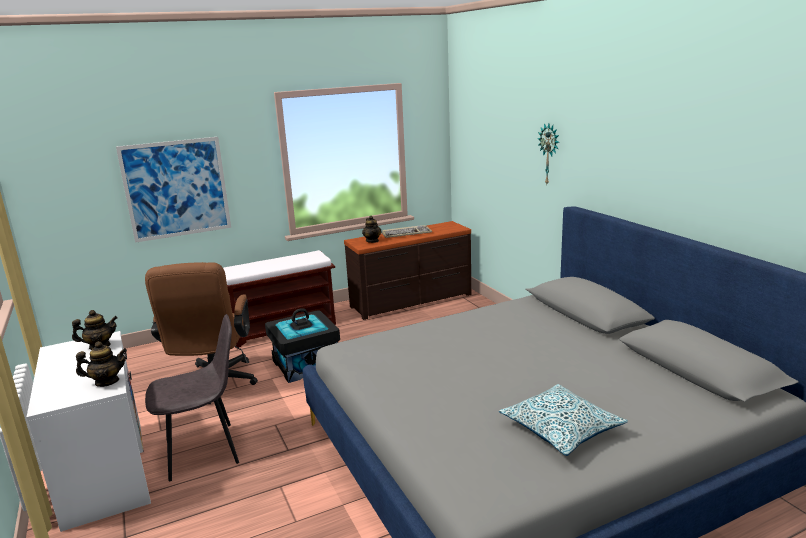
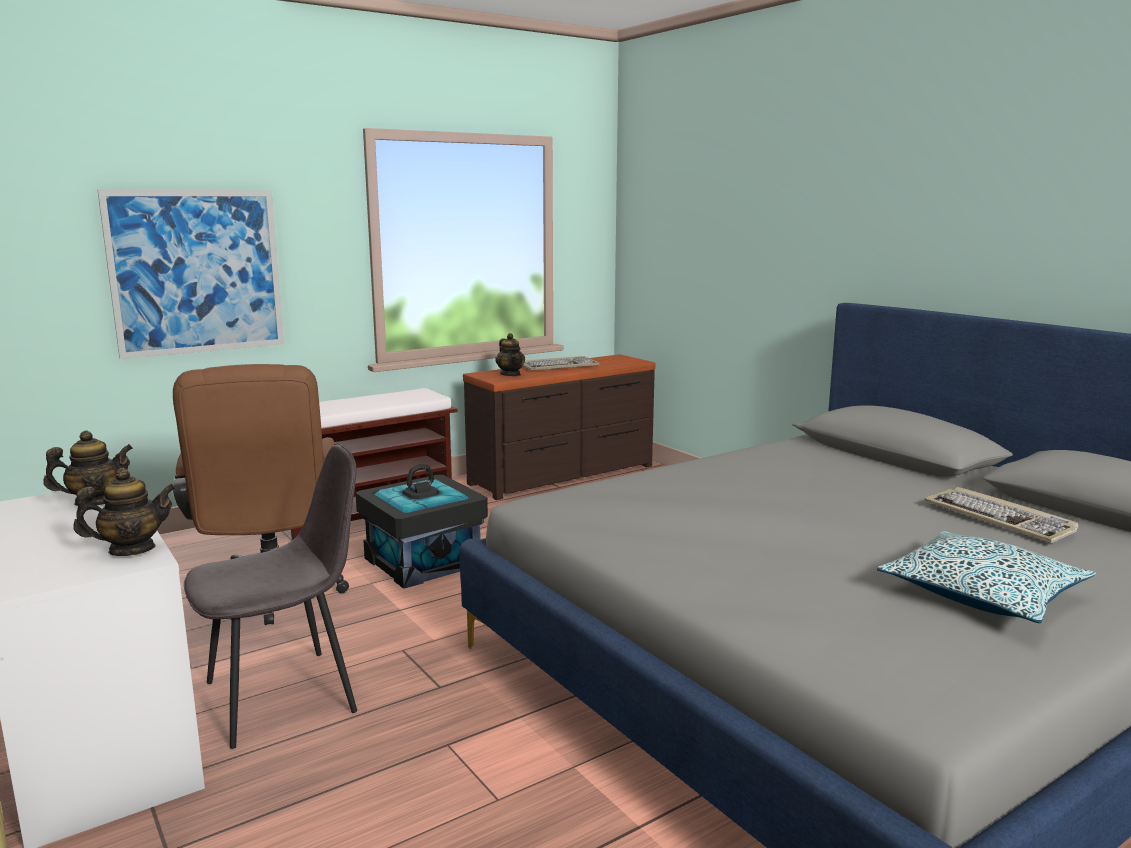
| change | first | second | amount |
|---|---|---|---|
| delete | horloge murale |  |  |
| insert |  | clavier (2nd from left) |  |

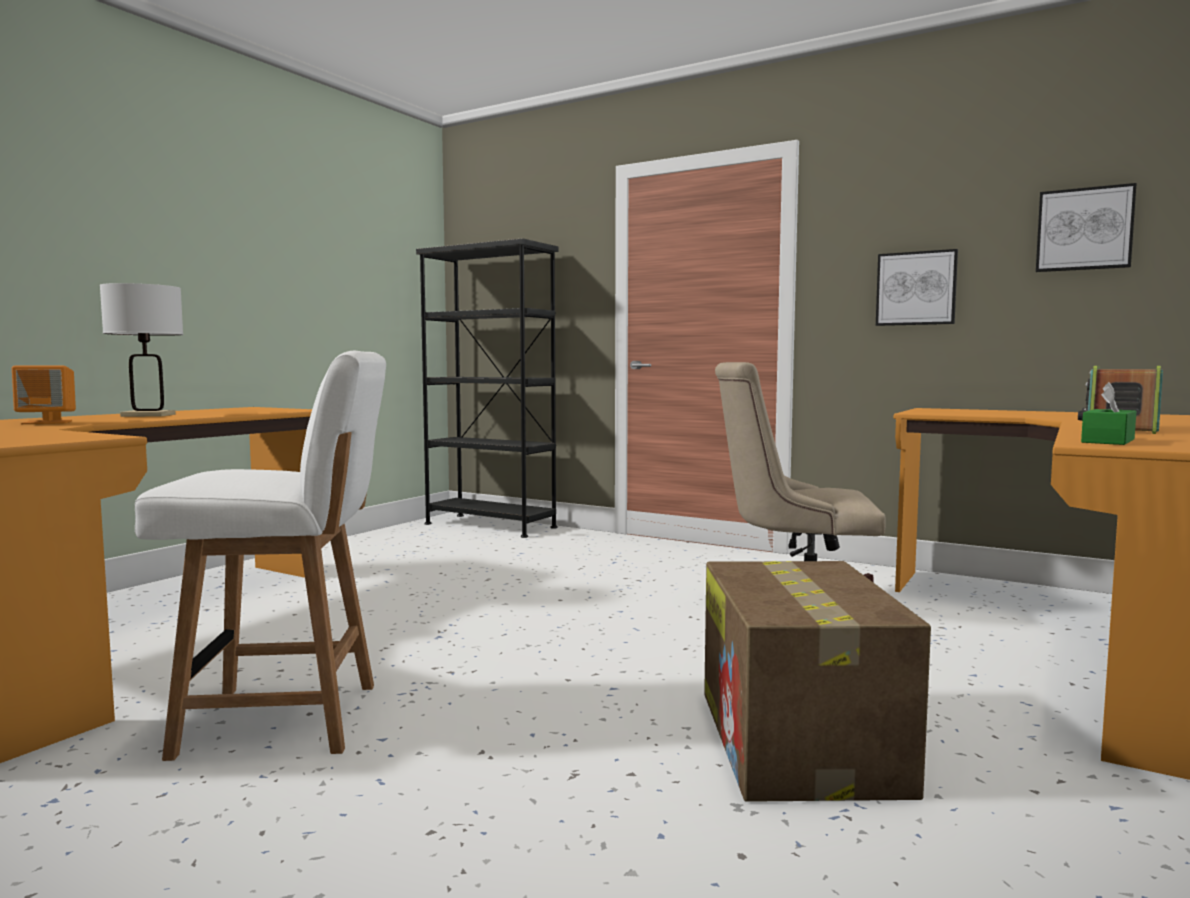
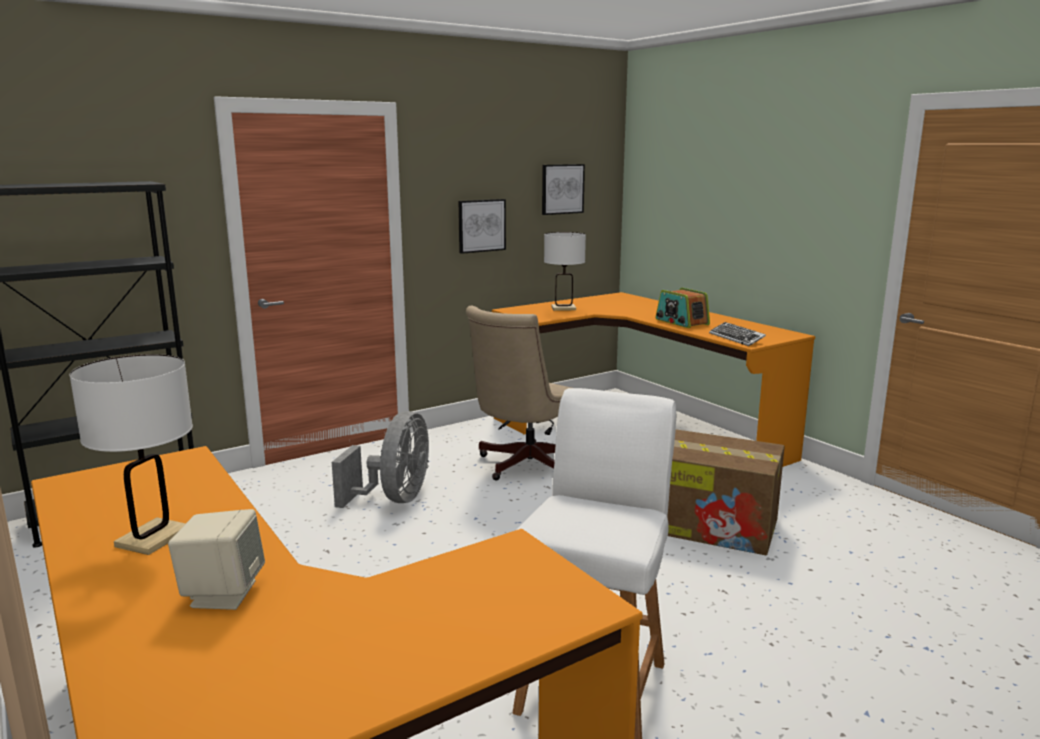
| change | first | second | amount |
|---|---|---|---|
| insert |  | ventilateur [gris] |  |
| insert |  | lampe de table [blanc] (2nd from left) |  |
| replace | boîte à mouchoirs [vert] | clavier |  |
| recolor | enceinte [orange] | enceinte [beige] |  |

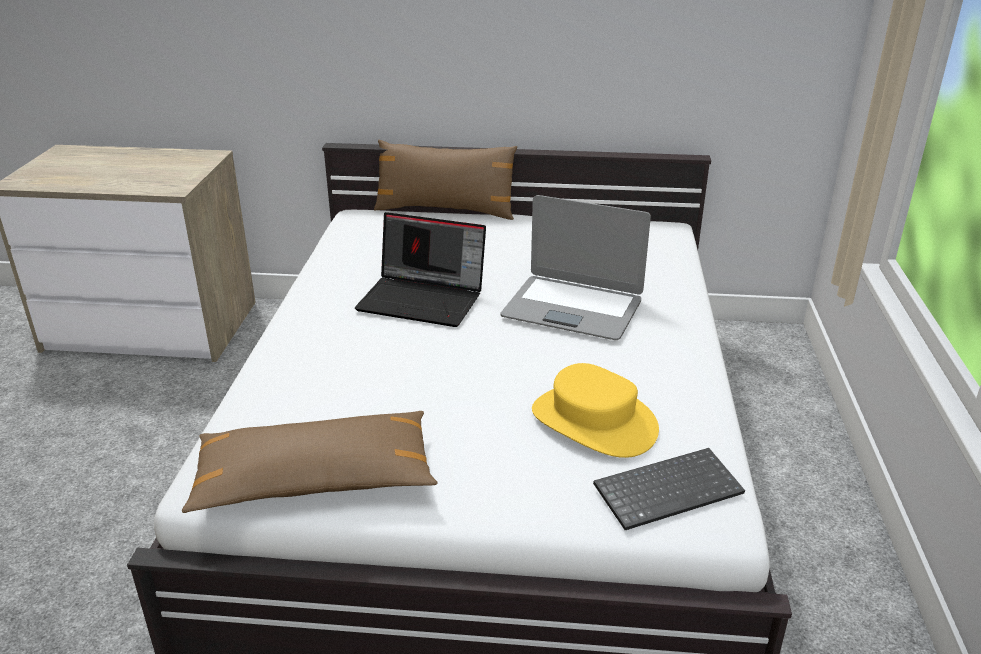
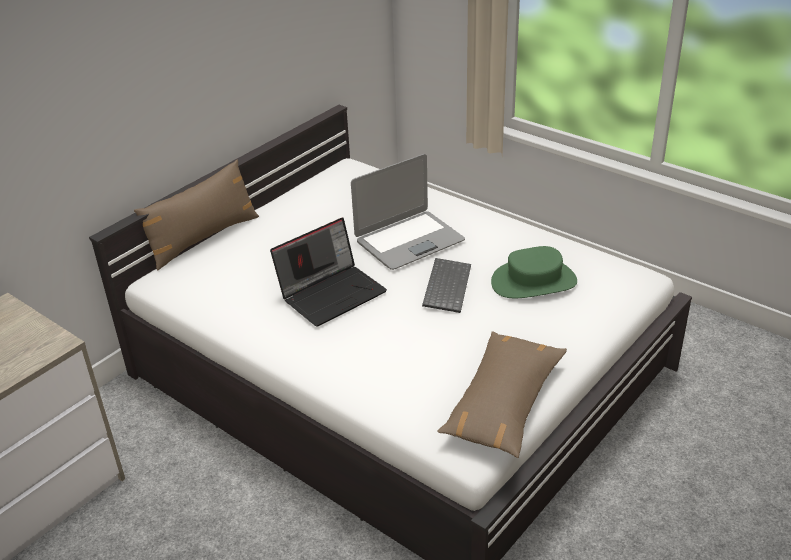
| change | first | second | amount |
|---|---|---|---|
| move | clavier |  |  |
| recolor | chapeau [jaune] | chapeau [vert] |  |

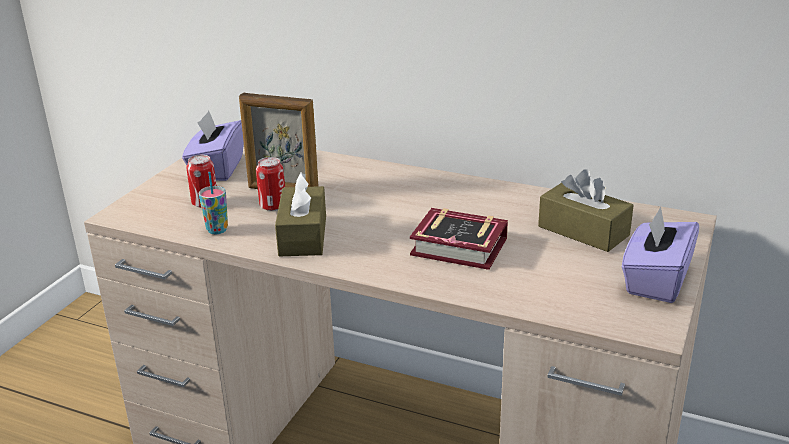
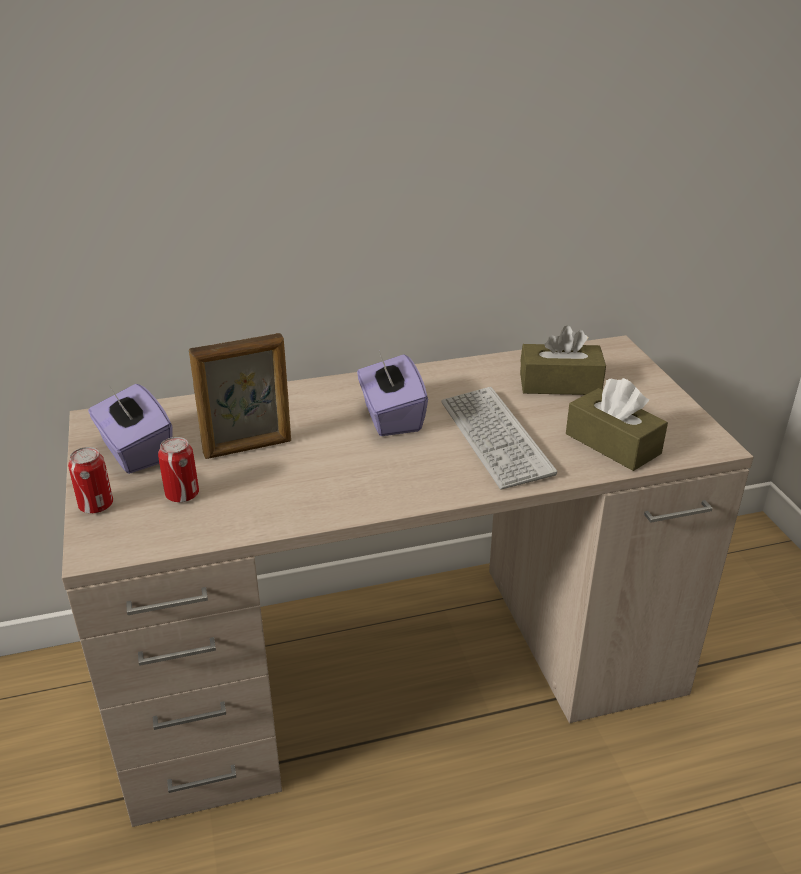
| change | first | second | amount |
|---|---|---|---|
| delete | tasse |  |  |
| move | boîte métallique (2nd from left in the first image) | boîte métallique (1st from left) |  |
| move | boîte à mouchoirs [marron] (1st from left in the first image) | boîte à mouchoirs [marron] (2nd from left) |  |
| move | boîte à mouchoirs [violet] (2nd from left) |  |  |
| replace | livre | clavier |  |

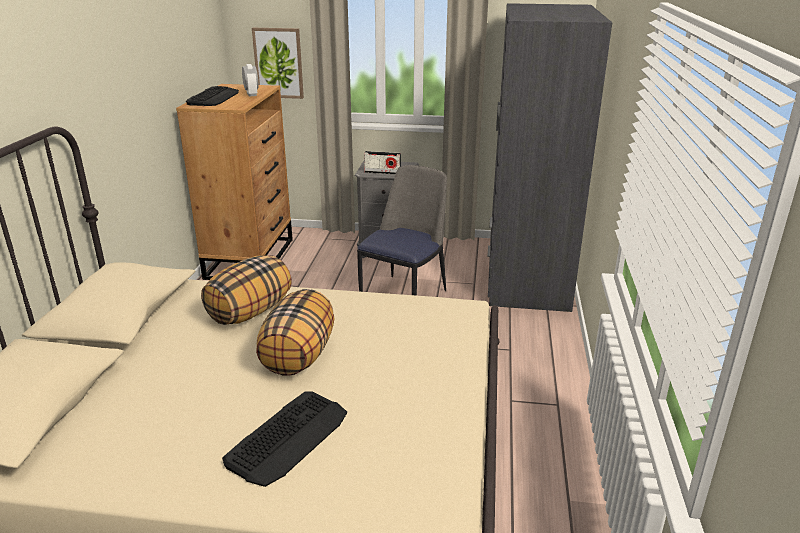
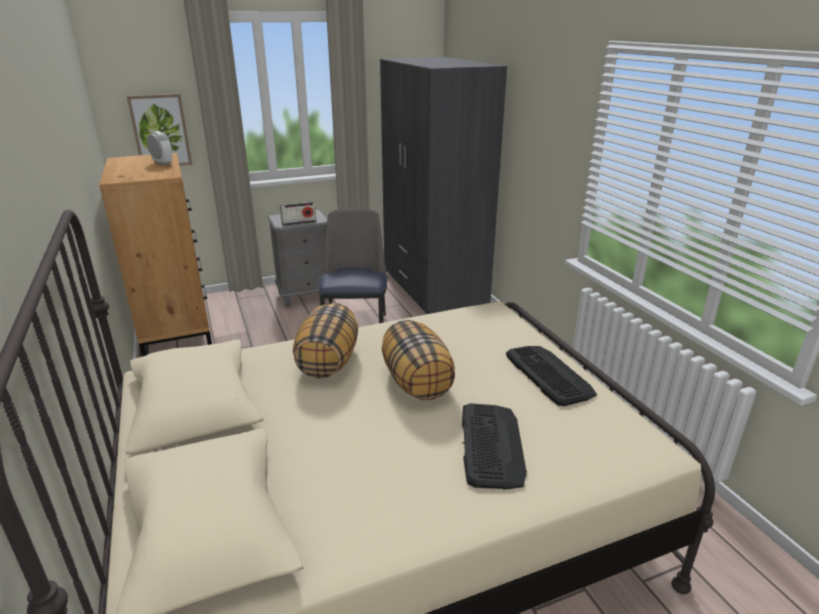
| change | first | second | amount |
|---|---|---|---|
| move | clavier (1st from left in the first image) | clavier (2nd from left) |  |

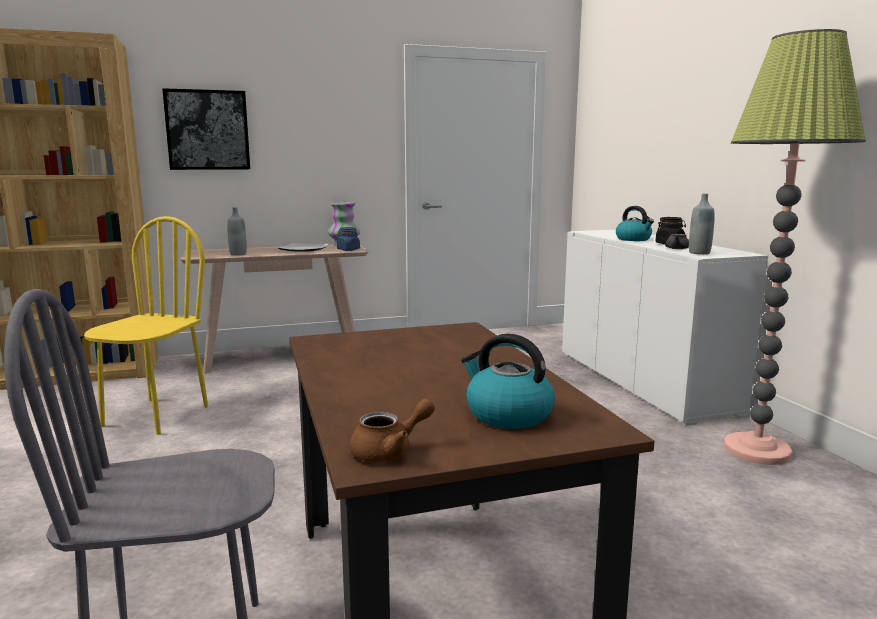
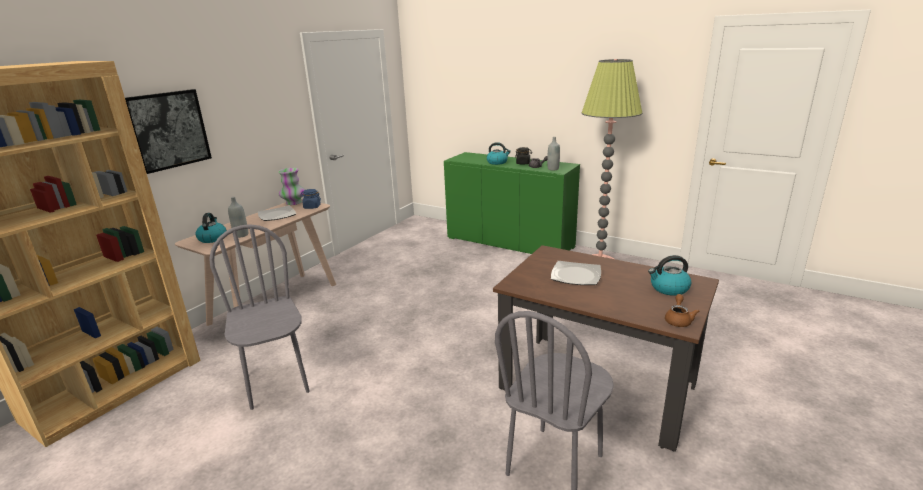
| change | first | second | amount |
|---|---|---|---|
| insert |  | bouilloire (1st from left) |  |
| insert |  | assiette (2nd from left) |  |
| recolor | chaise [jaune] | chaise [gris] (1st from left) |  |
| recolor | meuble de rangement [blanc] | meuble de rangement [vert] |  |

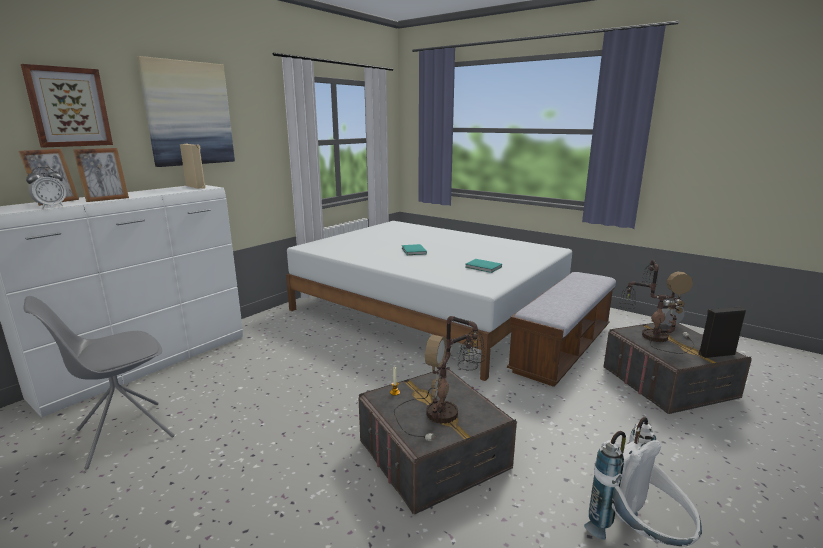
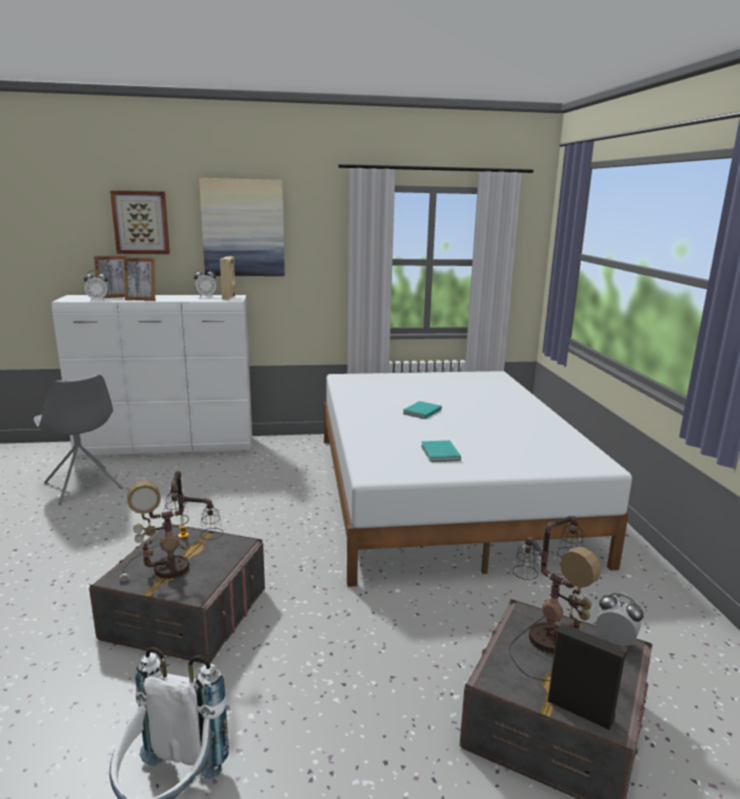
| change | first | second | amount |
|---|---|---|---|
| delete | banc |  |  |
| insert |  | réveil (2nd from left) |  |
| rotate | chaise [gris] |  | 135 degrees counterclockwise |

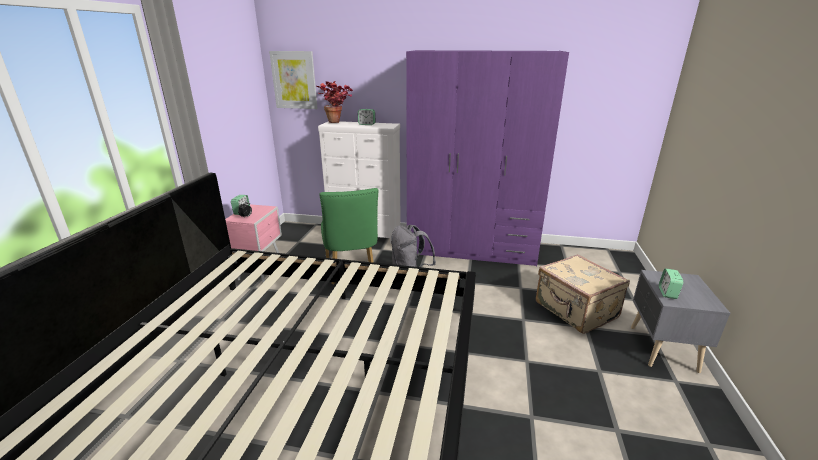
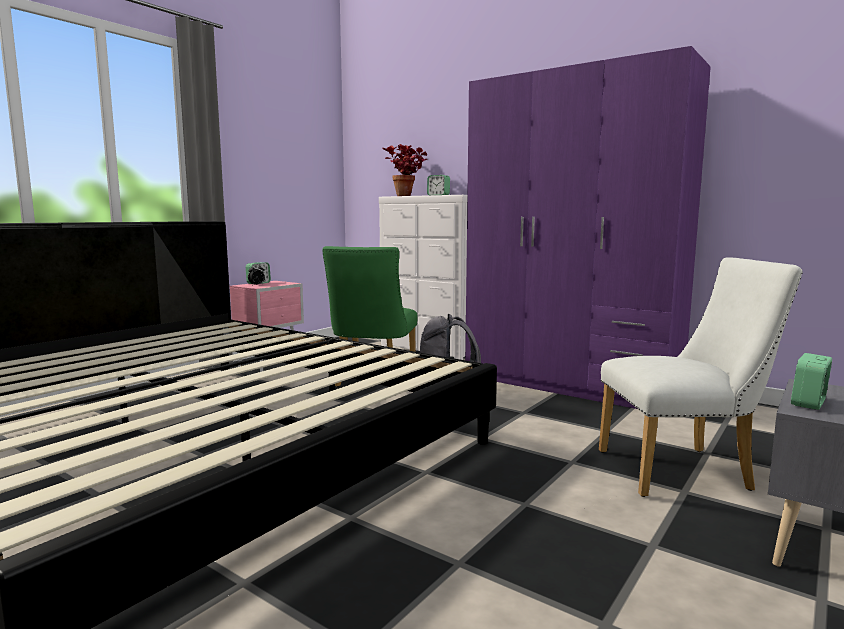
| change | first | second | amount |
|---|---|---|---|
| delete | tableau |  |  |
| replace | valise [beige] | chaise [blanc] |  |

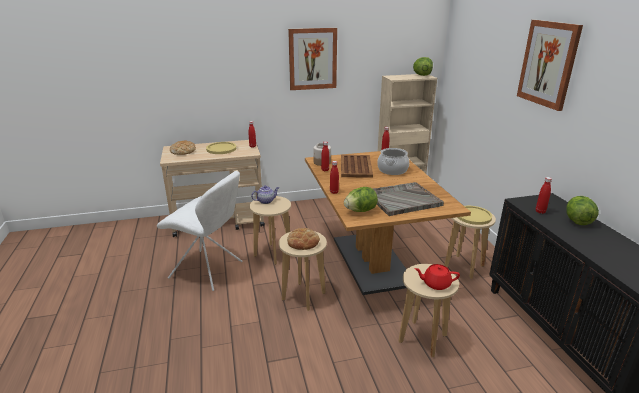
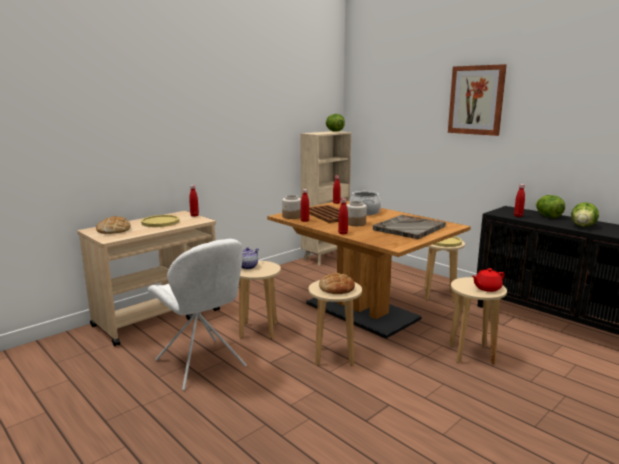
| change | first | second | amount |
|---|---|---|---|
| delete | tableau (1st from left) |  |  |
| insert |  | bocal (2nd from left) |  |
| move | laitue (1st from left in the first image) | laitue (3rd from left) |  |
| rotate | chaise [blanc] |  | 60 degrees clockwise |

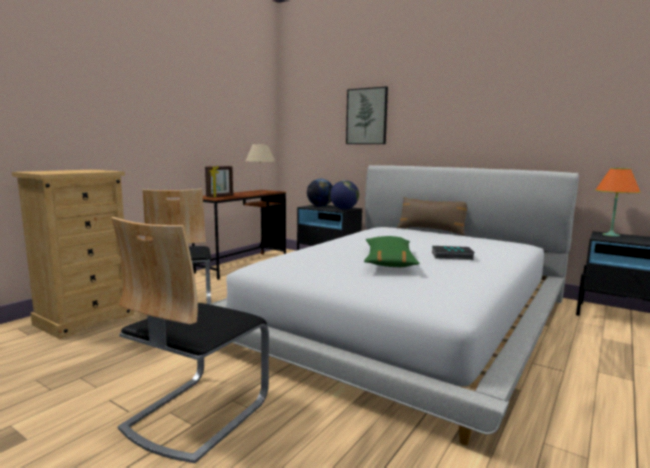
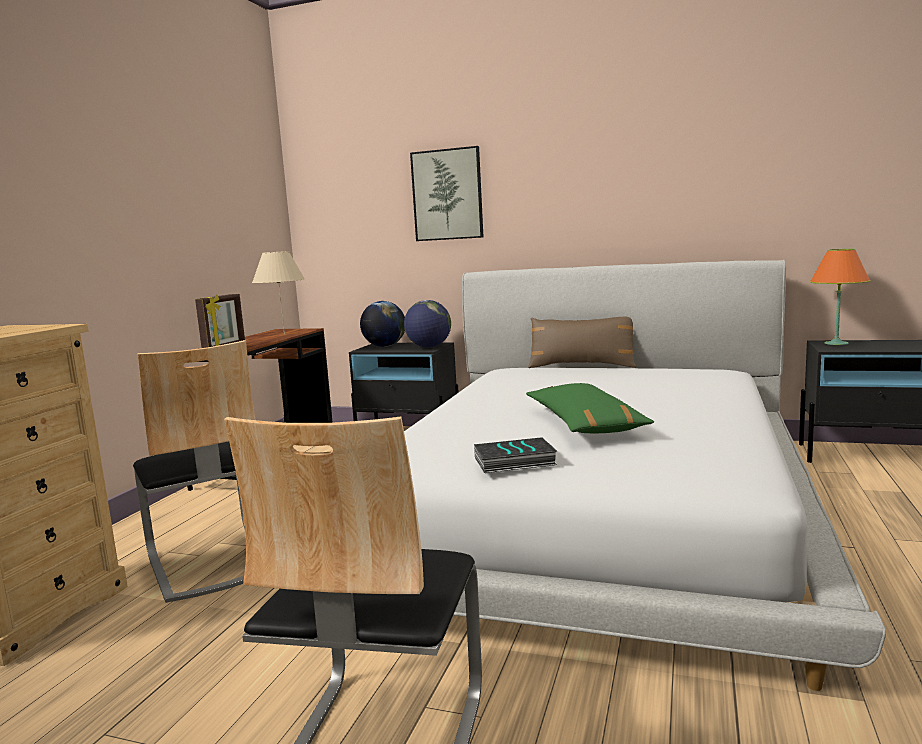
| change | first | second | amount |
|---|---|---|---|
| move | livre |  |  |

